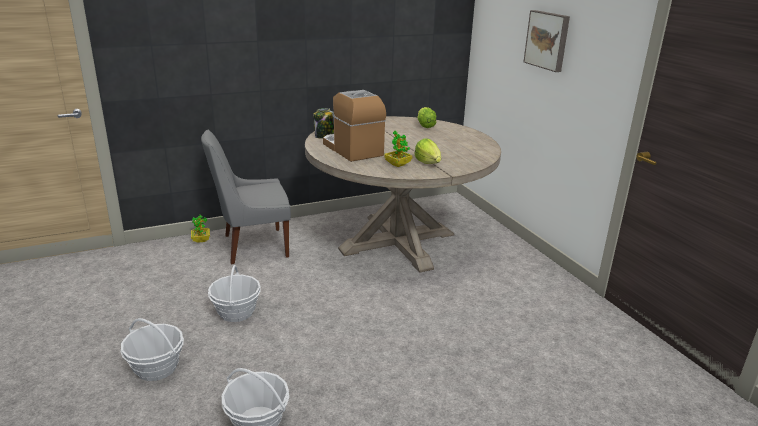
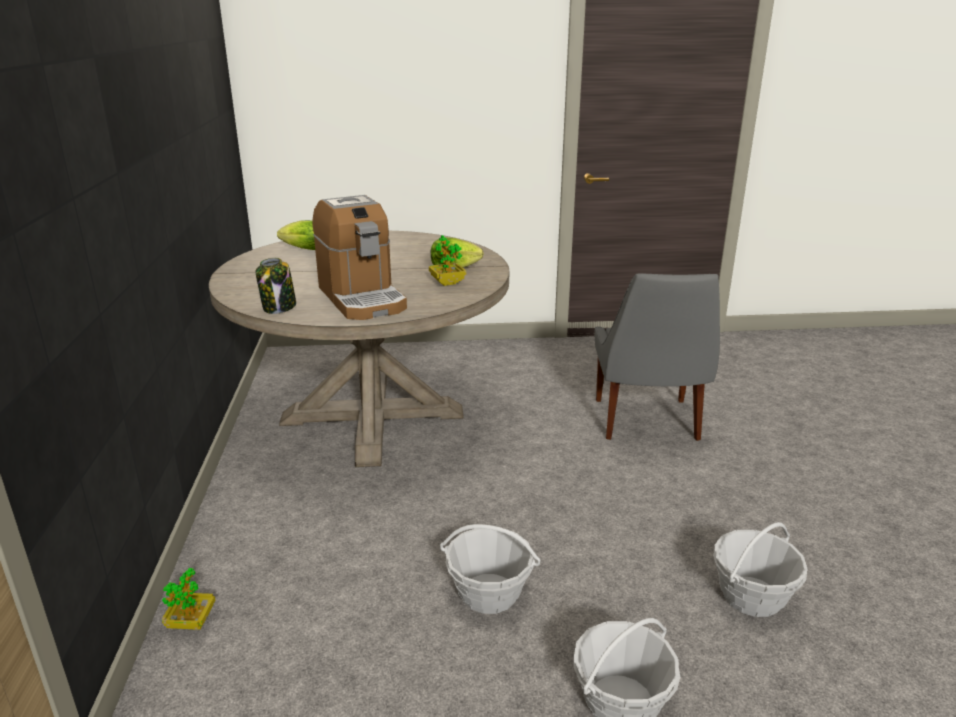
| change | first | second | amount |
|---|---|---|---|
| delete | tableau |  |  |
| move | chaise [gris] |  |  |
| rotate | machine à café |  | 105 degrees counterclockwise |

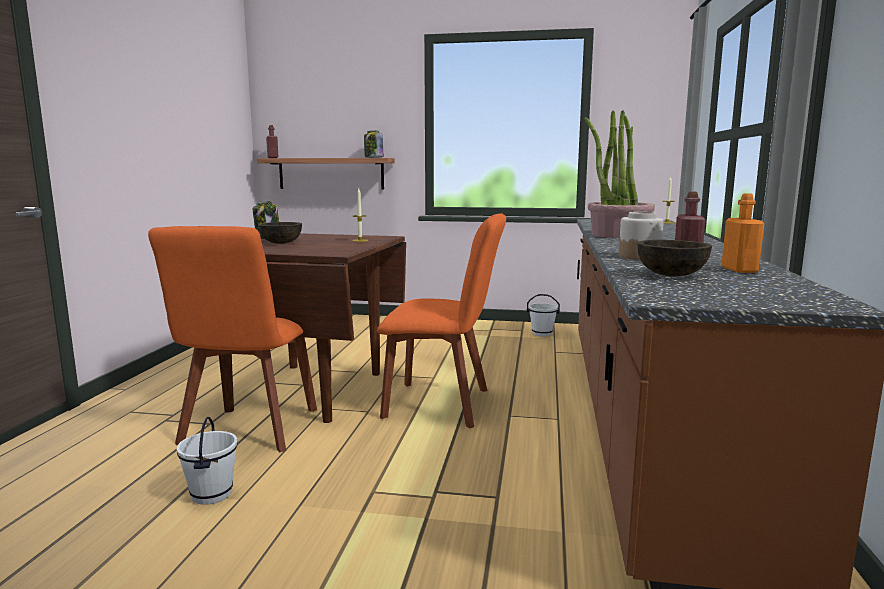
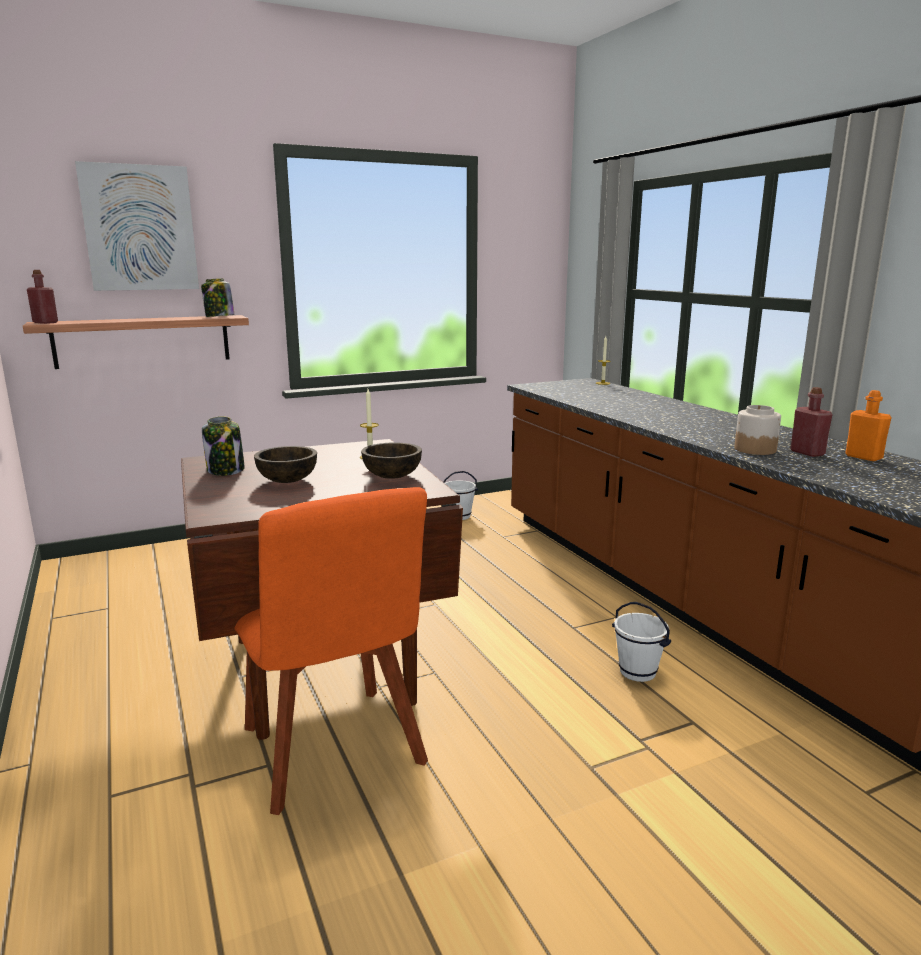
| change | first | second | amount |
|---|---|---|---|
| delete | chaise [orange] (2nd from left) |  |  |
| delete | plante en pot |  |  |
| insert |  | tableau |  |
| move | seau [blanc] (1st from left in the first image) | seau [blanc] (2nd from left) |  |
| move | bol [marron] (2nd from left) |  |  |

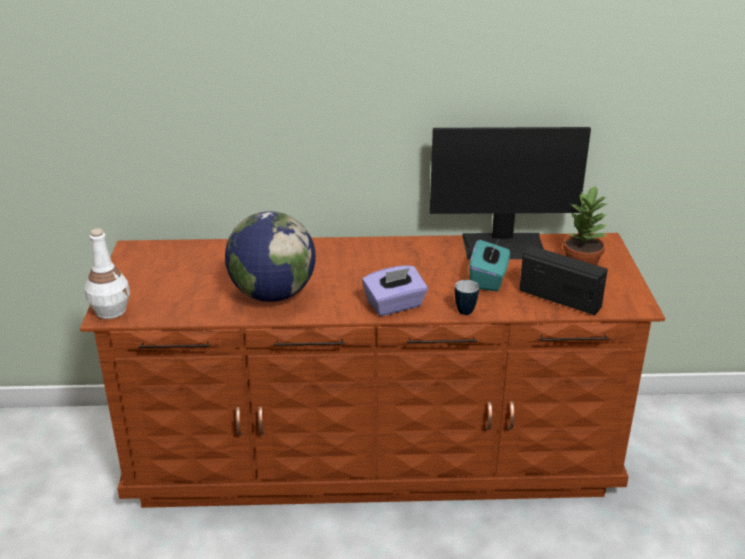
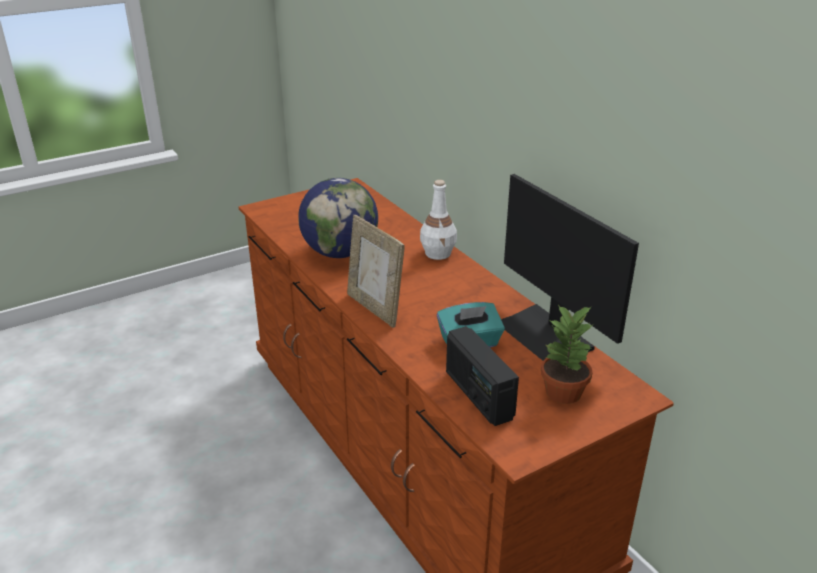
| change | first | second | amount |
|---|---|---|---|
| delete | mug |  |  |
| move | bouteille [blanc] |  |  |
| replace | boîte à mouchoirs [violet] | cadre photo |  |
| rotate | radio |  | 150 degrees clockwise |

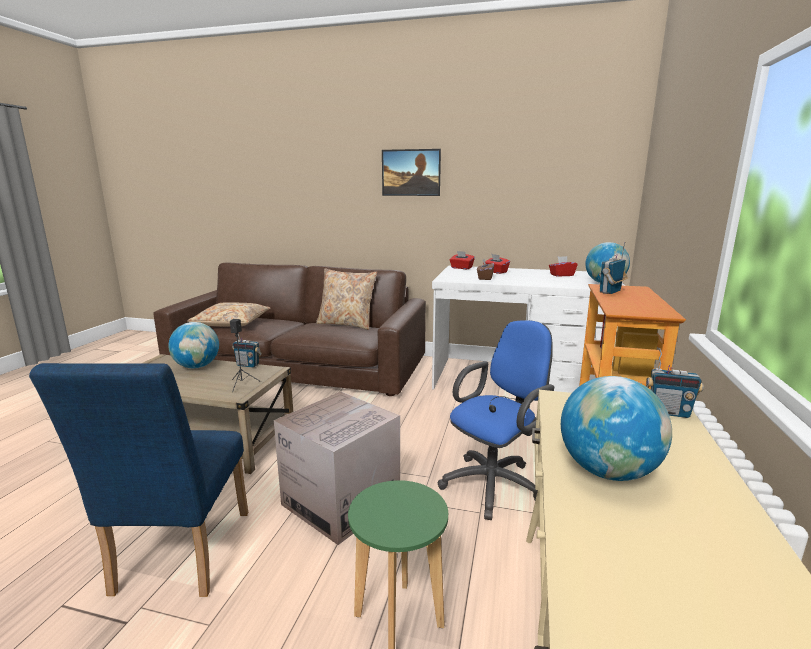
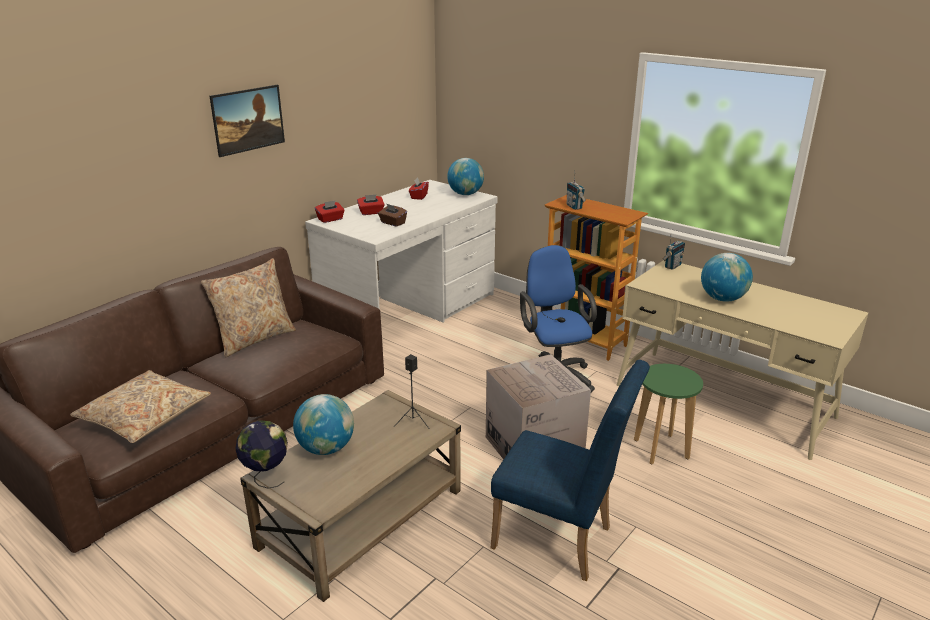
| change | first | second | amount |
|---|---|---|---|
| delete | radio (1st from left) |  |  |
| insert |  | globe (1st from left) |  |

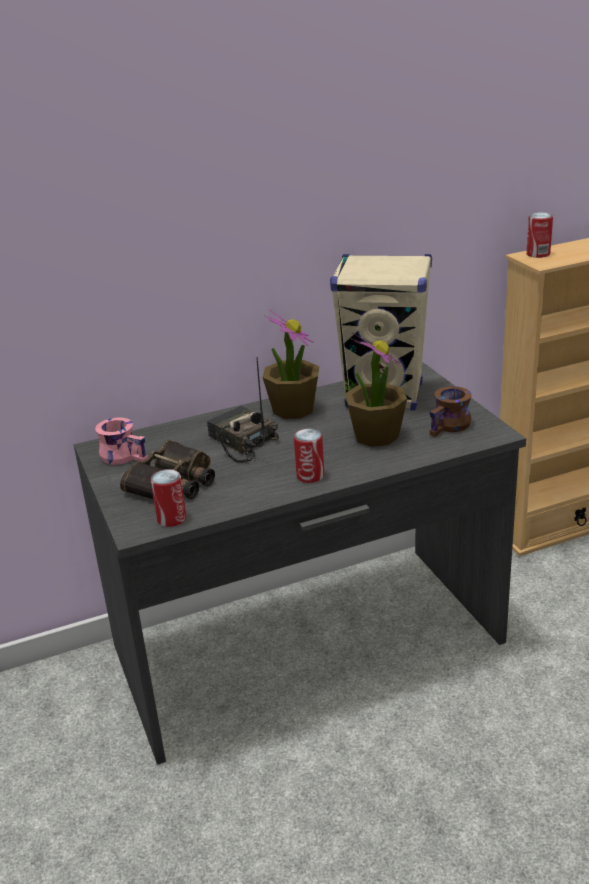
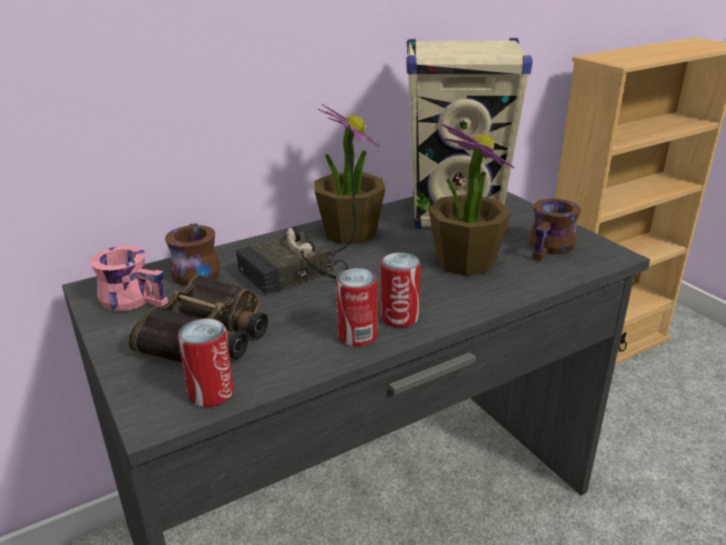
| change | first | second | amount |
|---|---|---|---|
| insert |  | mug [marron] (1st from left) |  |
| move | boîte métallique (3rd from left in the first image) | boîte métallique (2nd from left) |  |
| rotate | radio |  | 75 degrees counterclockwise |

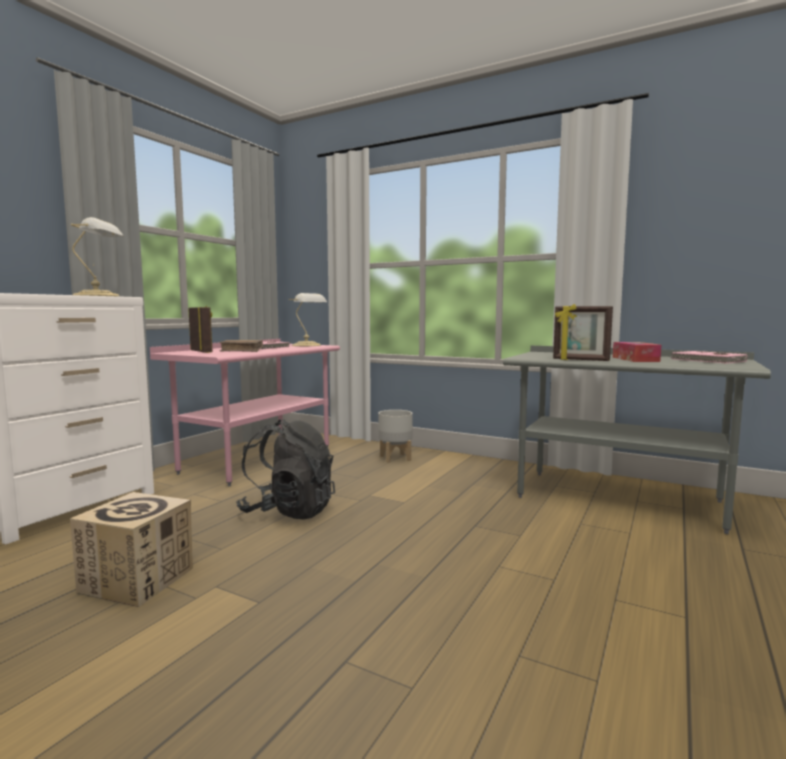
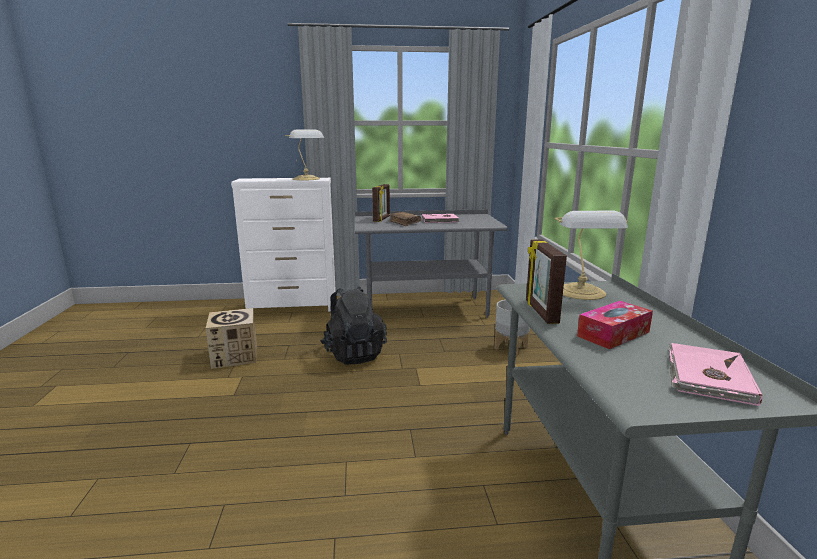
| change | first | second | amount |
|---|---|---|---|
| move | lampe de table (2nd from left) |  |  |
| recolor | bureau [rose] | bureau [gris] (1st from left) |  |

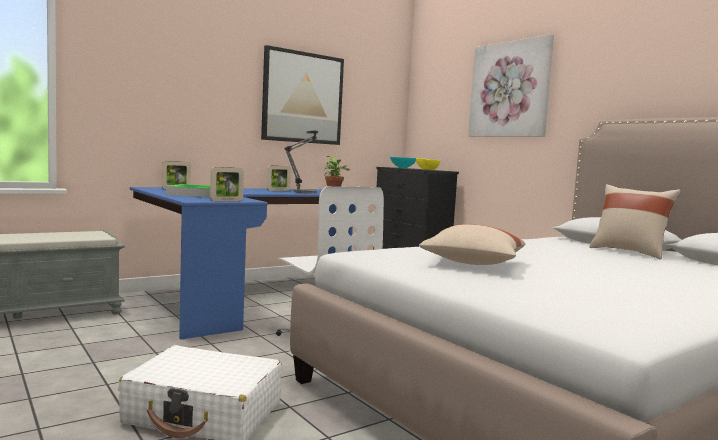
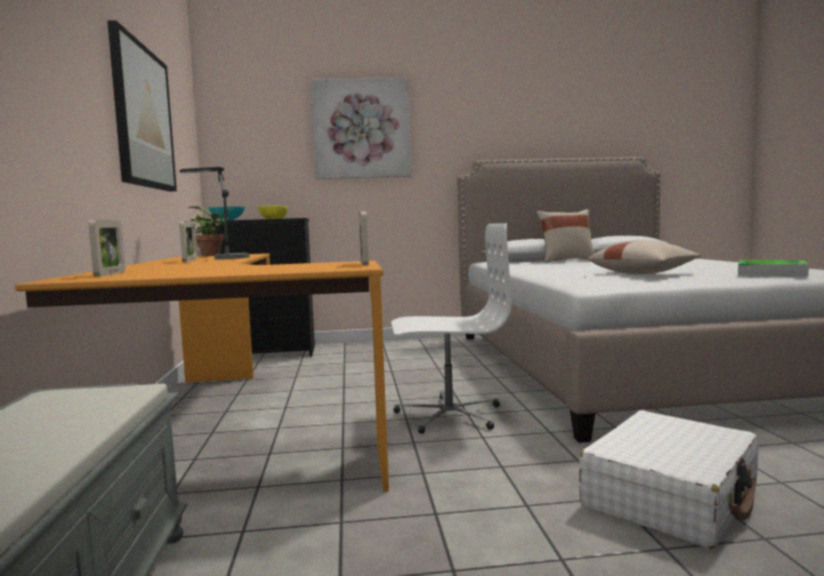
| change | first | second | amount |
|---|---|---|---|
| move | plateau |  |  |
| recolor | bureau [bleu] | bureau [orange] |  |

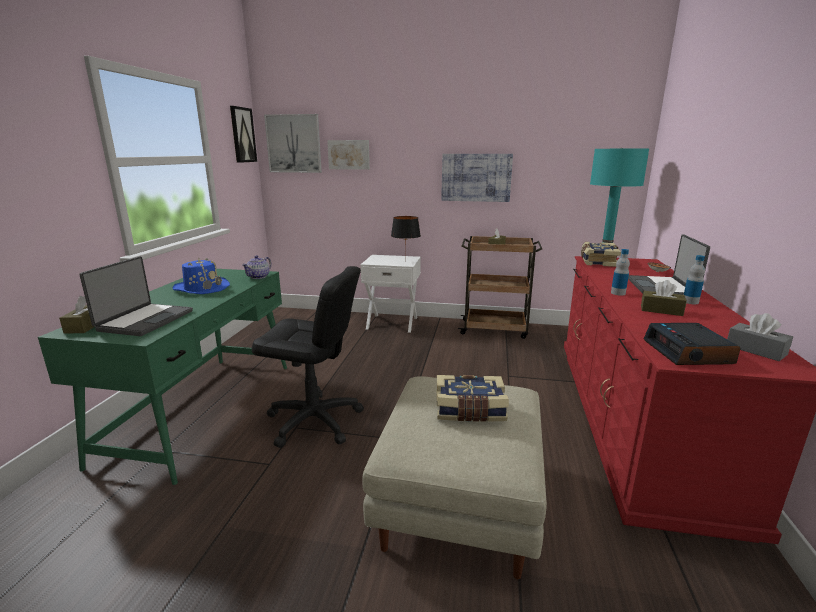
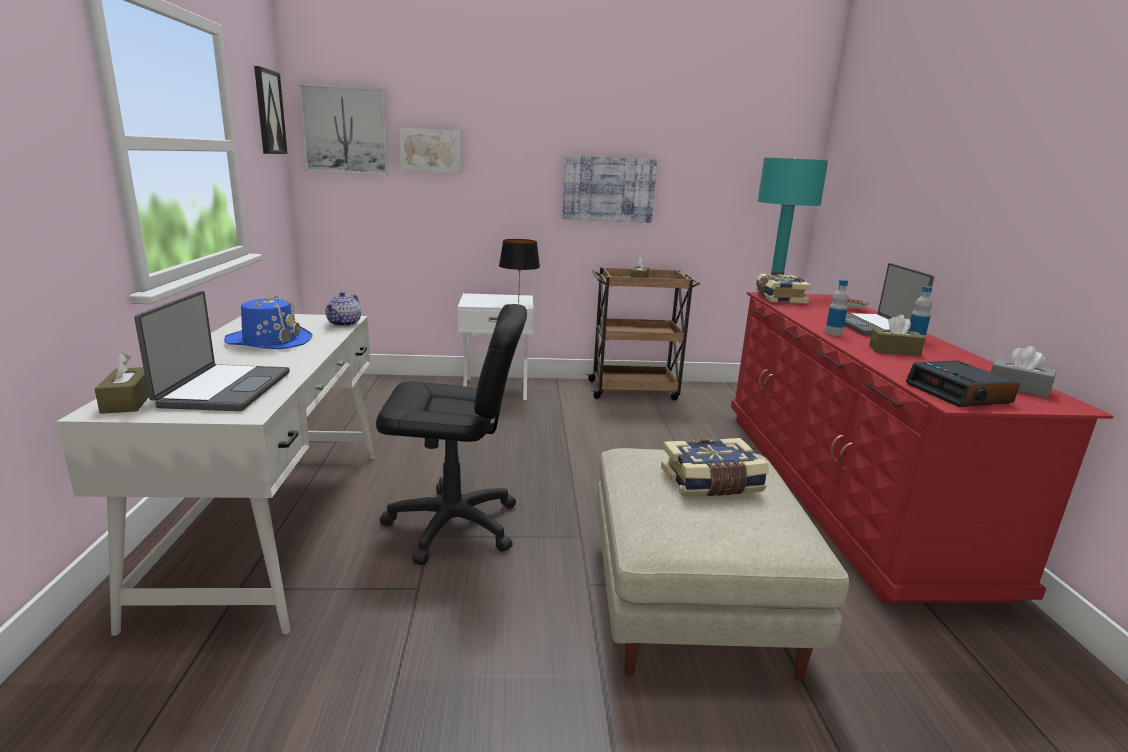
| change | first | second | amount |
|---|---|---|---|
| recolor | bureau [vert] | bureau [blanc] |  |

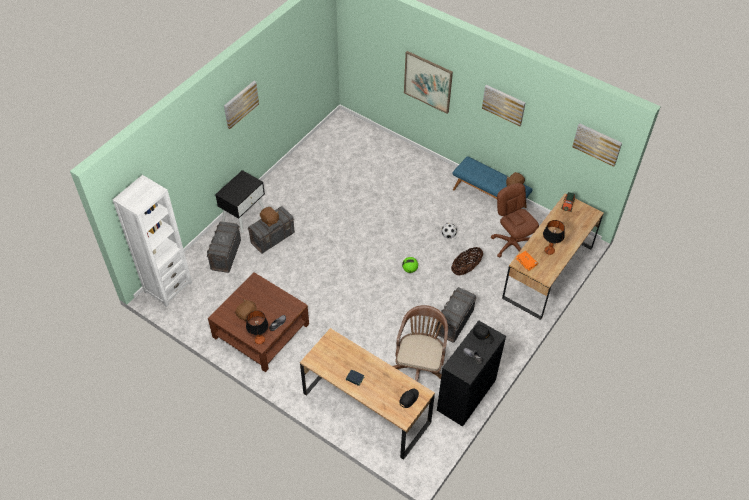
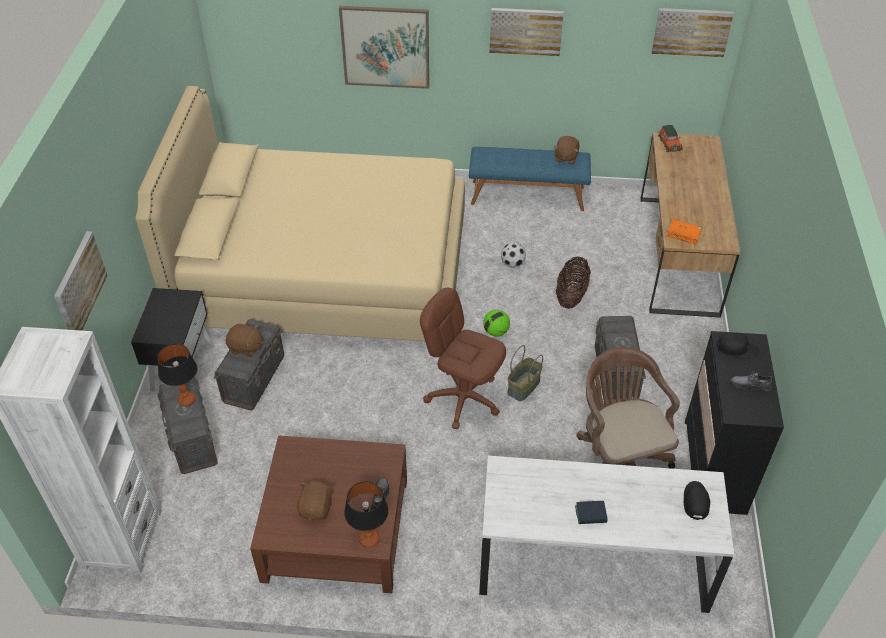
| change | first | second | amount |
|---|---|---|---|
| insert |  | lit [beige] |  |
| insert |  | panier (1st from left) |  |
| move | tableau (1st from left) |  |  |
| move | chaise de bureau [marron] (2nd from left in the first image) | chaise de bureau [marron] (1st from left) |  |
| move | lampe de table (2nd from left in the first image) | lampe de table (1st from left) |  |
| recolor | bureau [marron] (1st from left) | bureau [blanc] |  |

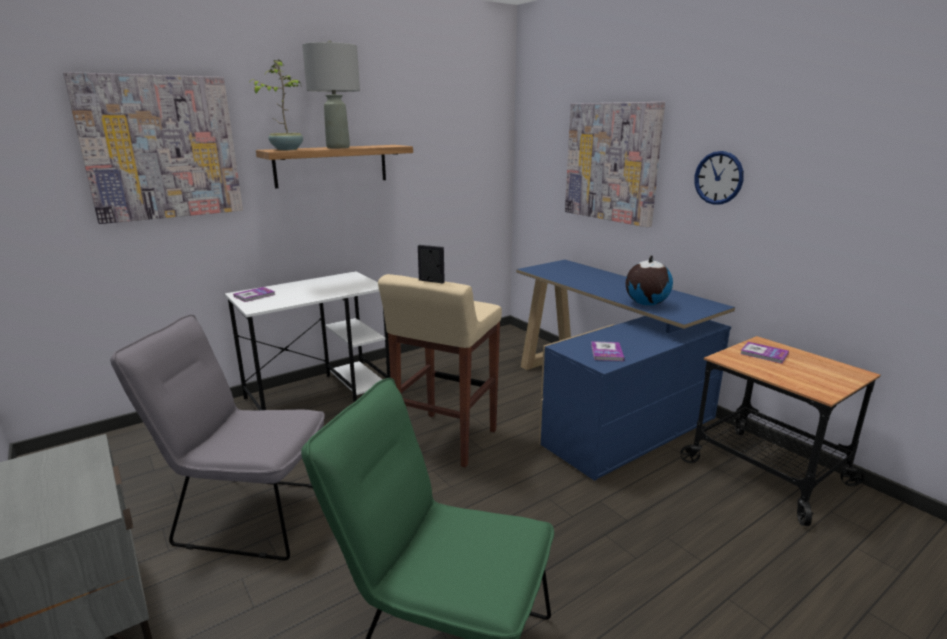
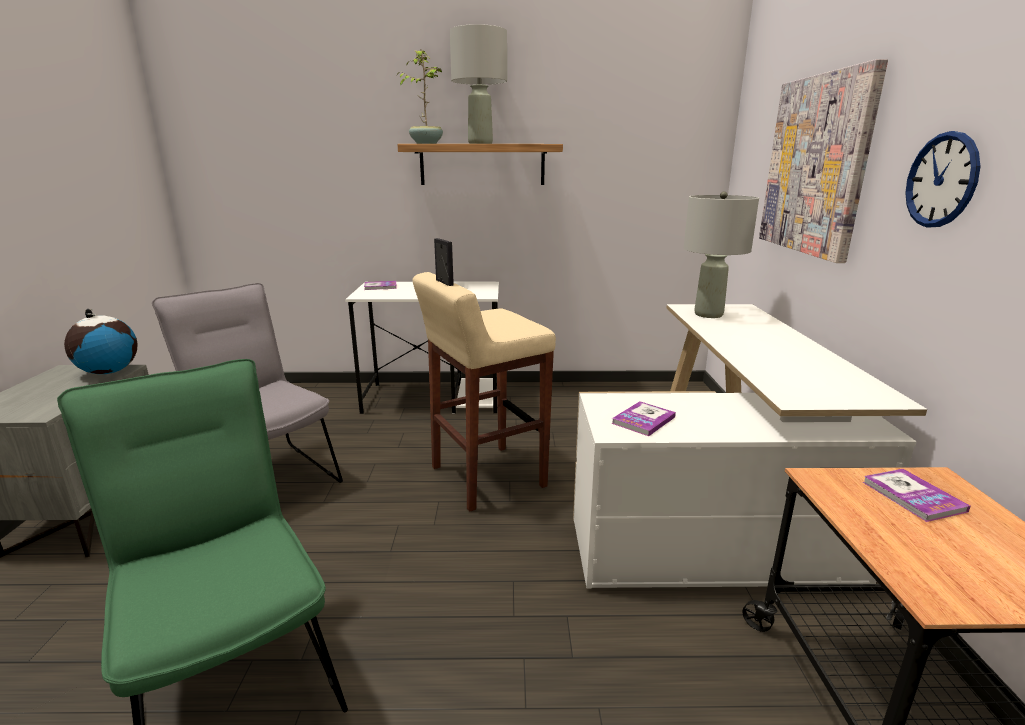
| change | first | second | amount |
|---|---|---|---|
| delete | tableau (1st from left) |  |  |
| insert |  | lampe de table [gris] (2nd from left) |  |
| move | globe |  |  |
| recolor | bureau [bleu] | bureau [blanc] (2nd from left) |  |

